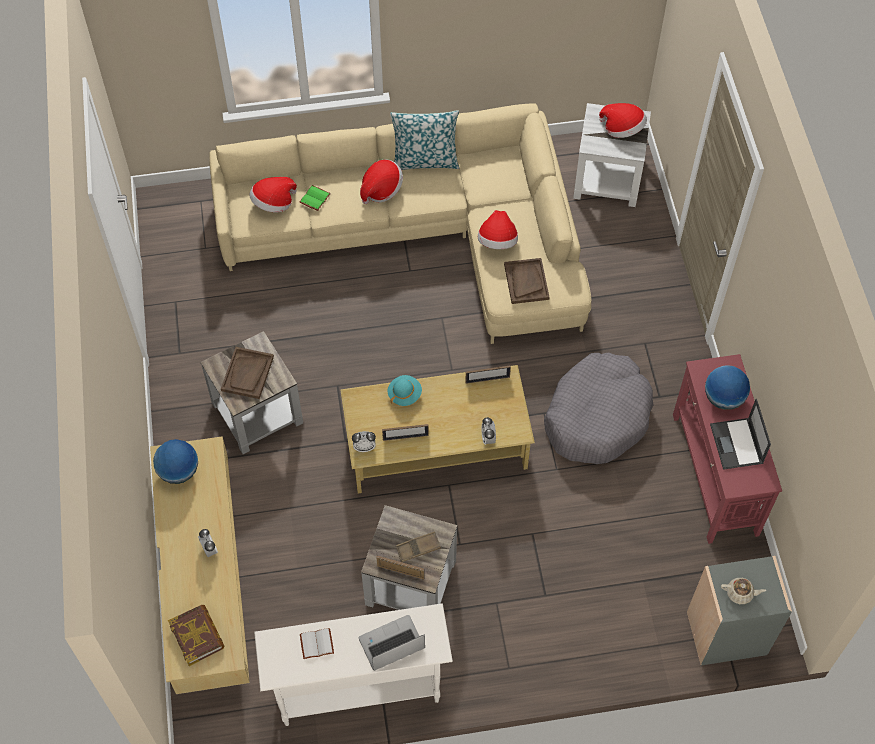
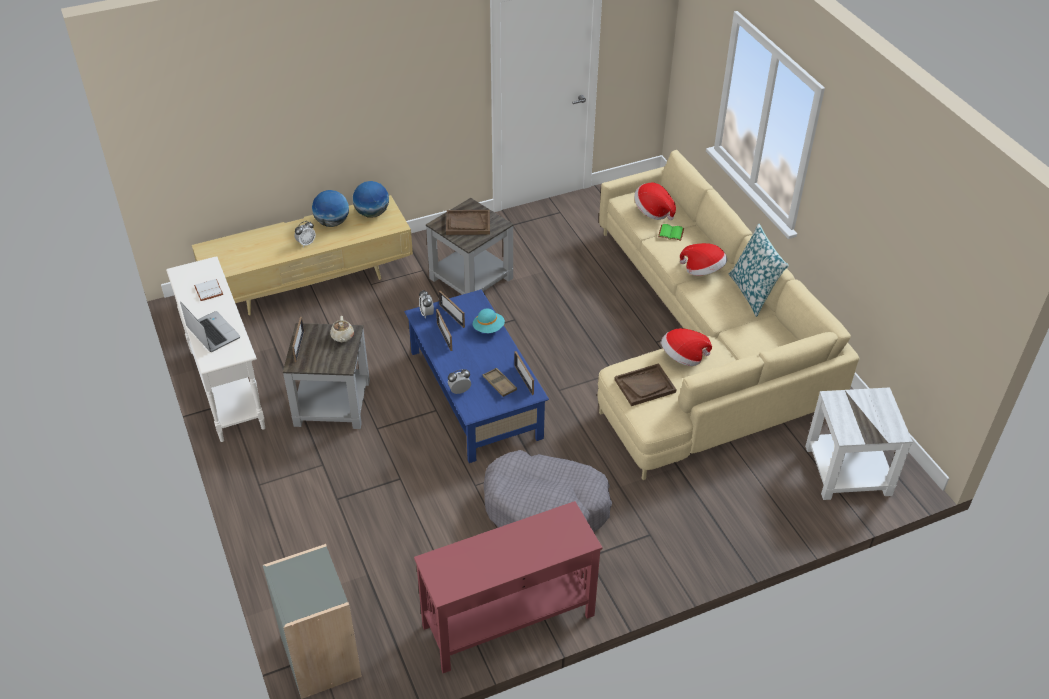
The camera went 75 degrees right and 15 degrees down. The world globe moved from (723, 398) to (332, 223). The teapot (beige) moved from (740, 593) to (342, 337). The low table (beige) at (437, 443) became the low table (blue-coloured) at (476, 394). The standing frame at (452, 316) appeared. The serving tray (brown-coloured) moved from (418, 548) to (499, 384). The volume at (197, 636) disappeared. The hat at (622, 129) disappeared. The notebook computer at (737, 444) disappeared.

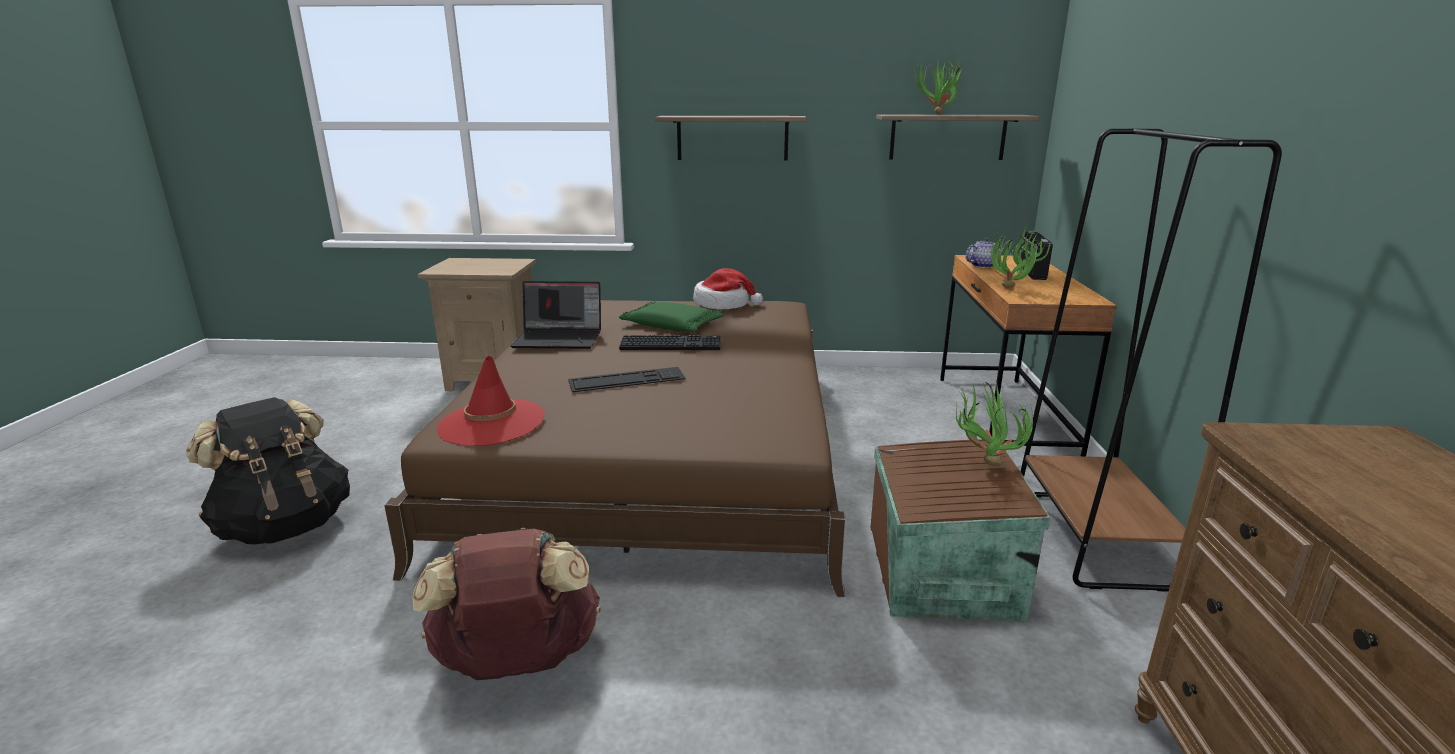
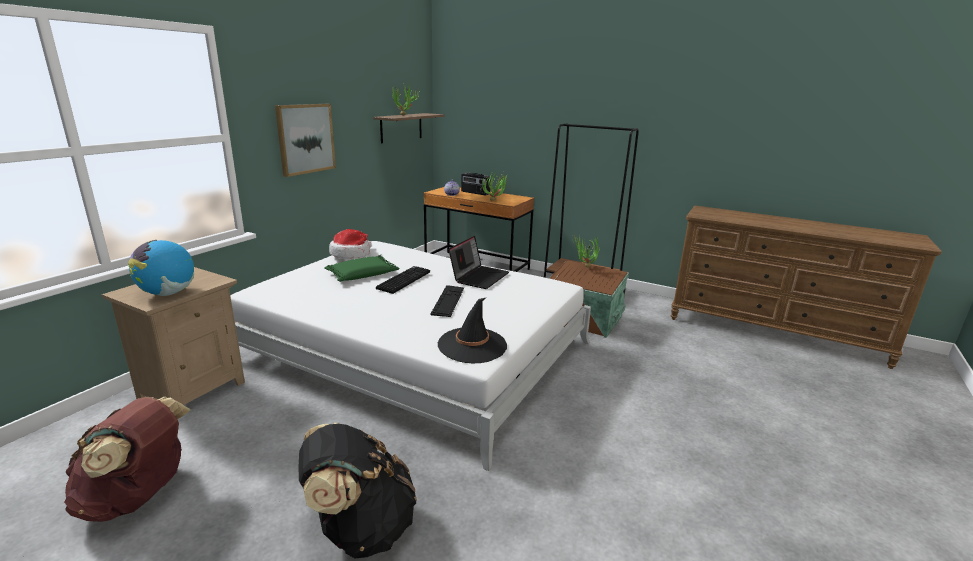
The camera went 65 degrees left and 0 degrees up. The backpack (brown-coloured) moved from (518, 662) to (138, 497). The world globe at (167, 293) appeared. The bedroom bed (brown-coloured) at (658, 450) became the bedroom bed (whitish) at (414, 351). The bracket shelf at (732, 138) was replaced by the picture at (305, 138). The hat (red) at (491, 423) became the hat (black-coloured) at (472, 345). The notebook computer moved from (560, 338) to (479, 277).

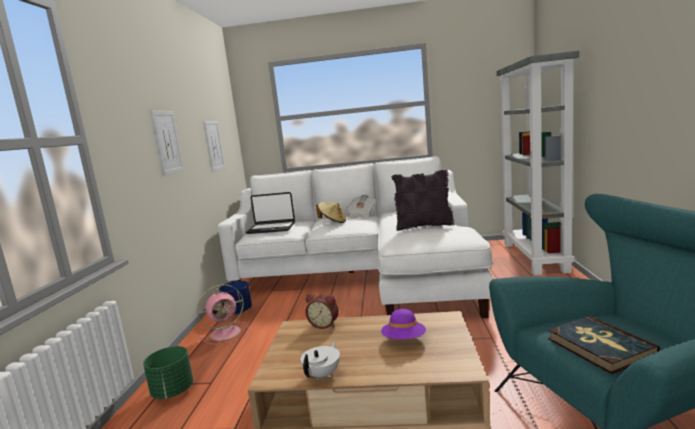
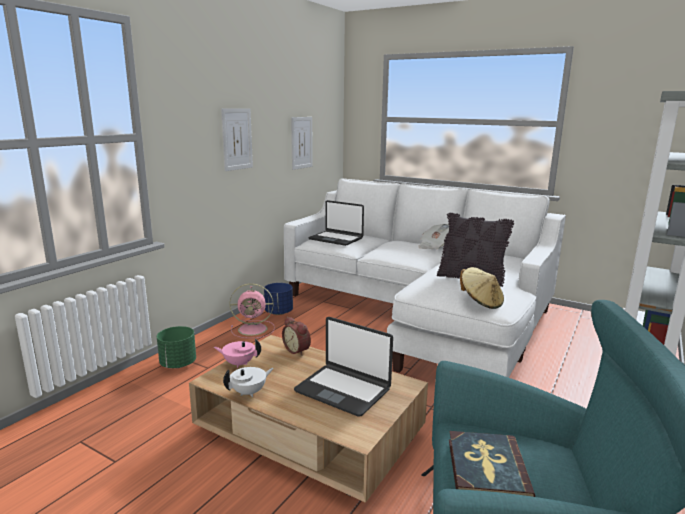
The camera went 25 degrees right and 5 degrees up. The teapot (pinkish) at (239, 363) appeared. The hat (purple) at (404, 340) was replaced by the notebook computer at (343, 390). The hat (beige) moved from (333, 222) to (481, 302).

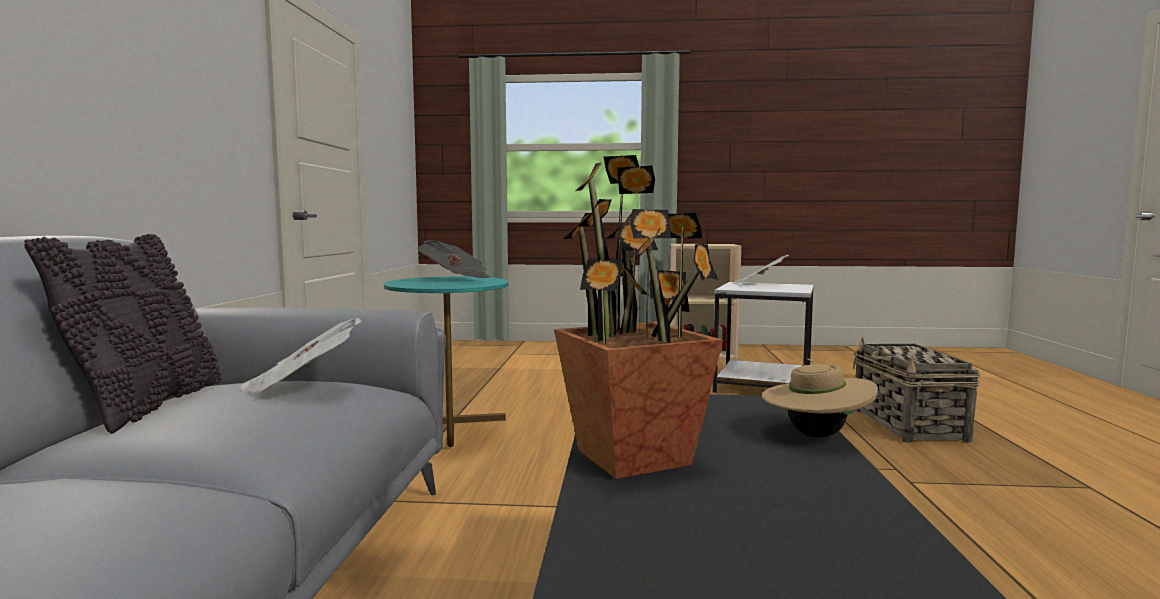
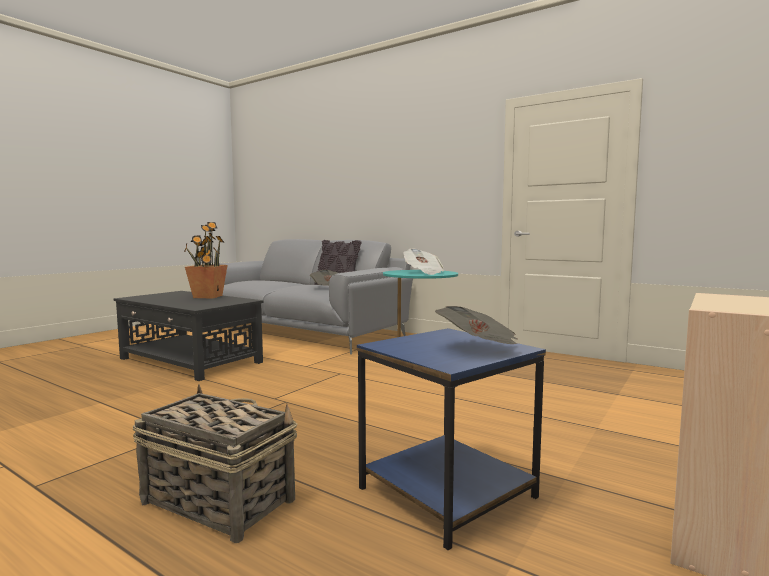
The camera went 120 degrees right and 0 degrees up. The end table (whitish) at (763, 386) became the end table (blue-coloured) at (447, 494). The hat (beige) at (815, 435) disappeared.

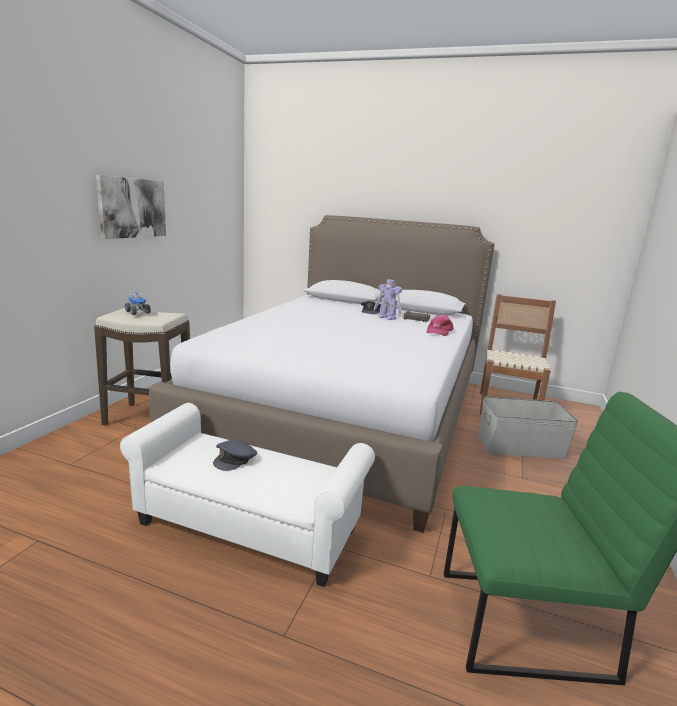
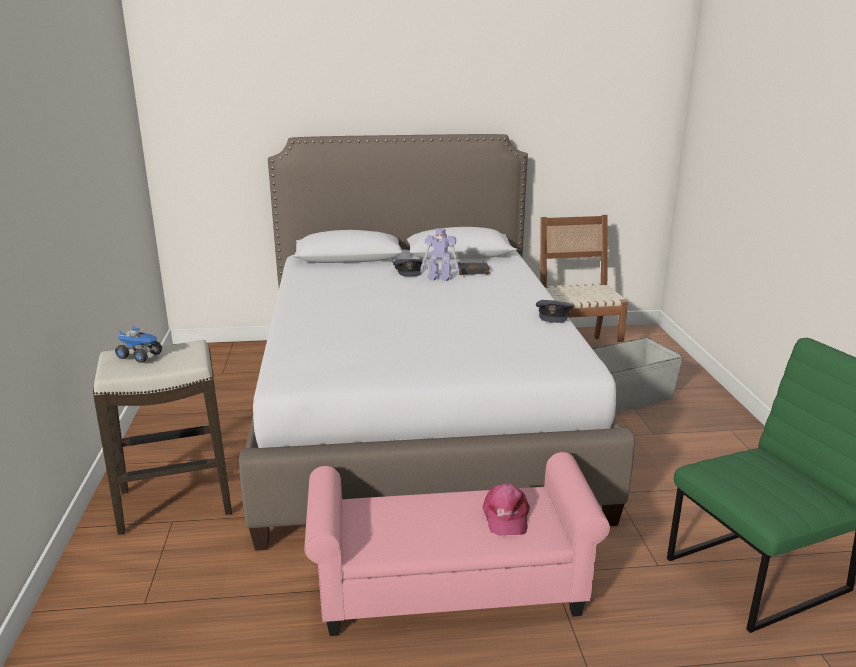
The camera went 25 degrees left and 5 degrees up. The footrest (whitish) at (248, 526) became the footrest (pinkish) at (450, 588). The baseball cap (pinkish) moved from (439, 331) to (505, 516). The baseball cap (grey) moved from (235, 459) to (553, 315). The picture at (132, 208) disappeared.

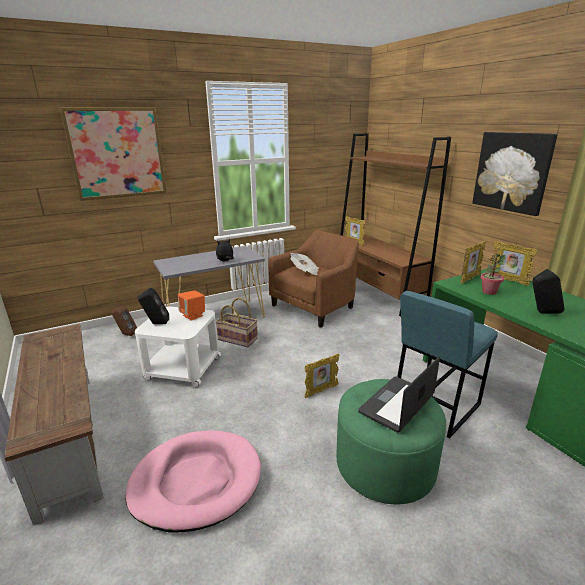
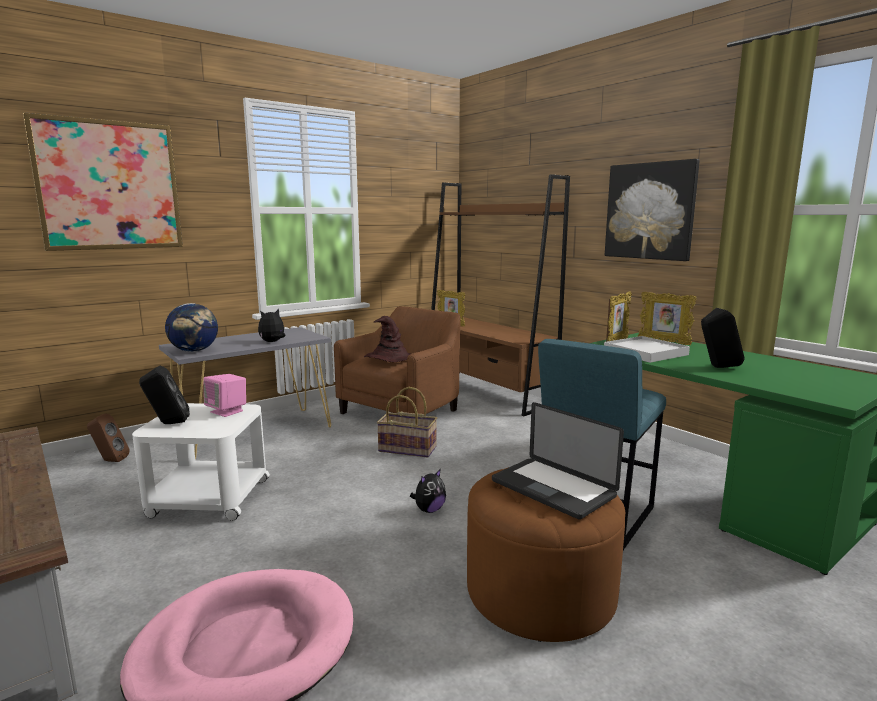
The camera went 10 degrees left and 10 degrees down. The world globe at (194, 351) appeared. The audio speaker (orange-coloured) at (193, 315) became the audio speaker (pinkish) at (227, 411). The printed paper at (305, 271) was replaced by the hat (brown-coloured) at (388, 358). The household basket moved from (238, 339) to (408, 449). The standing frame at (321, 391) was replaced by the cuddly toy at (429, 510). The footrest (green) at (385, 464) became the footrest (brown-coloured) at (540, 591). The notebook computer at (397, 404) turned 75 degrees counterclockwise. The houseplant at (489, 292) was replaced by the serving tray (whitish) at (645, 352).

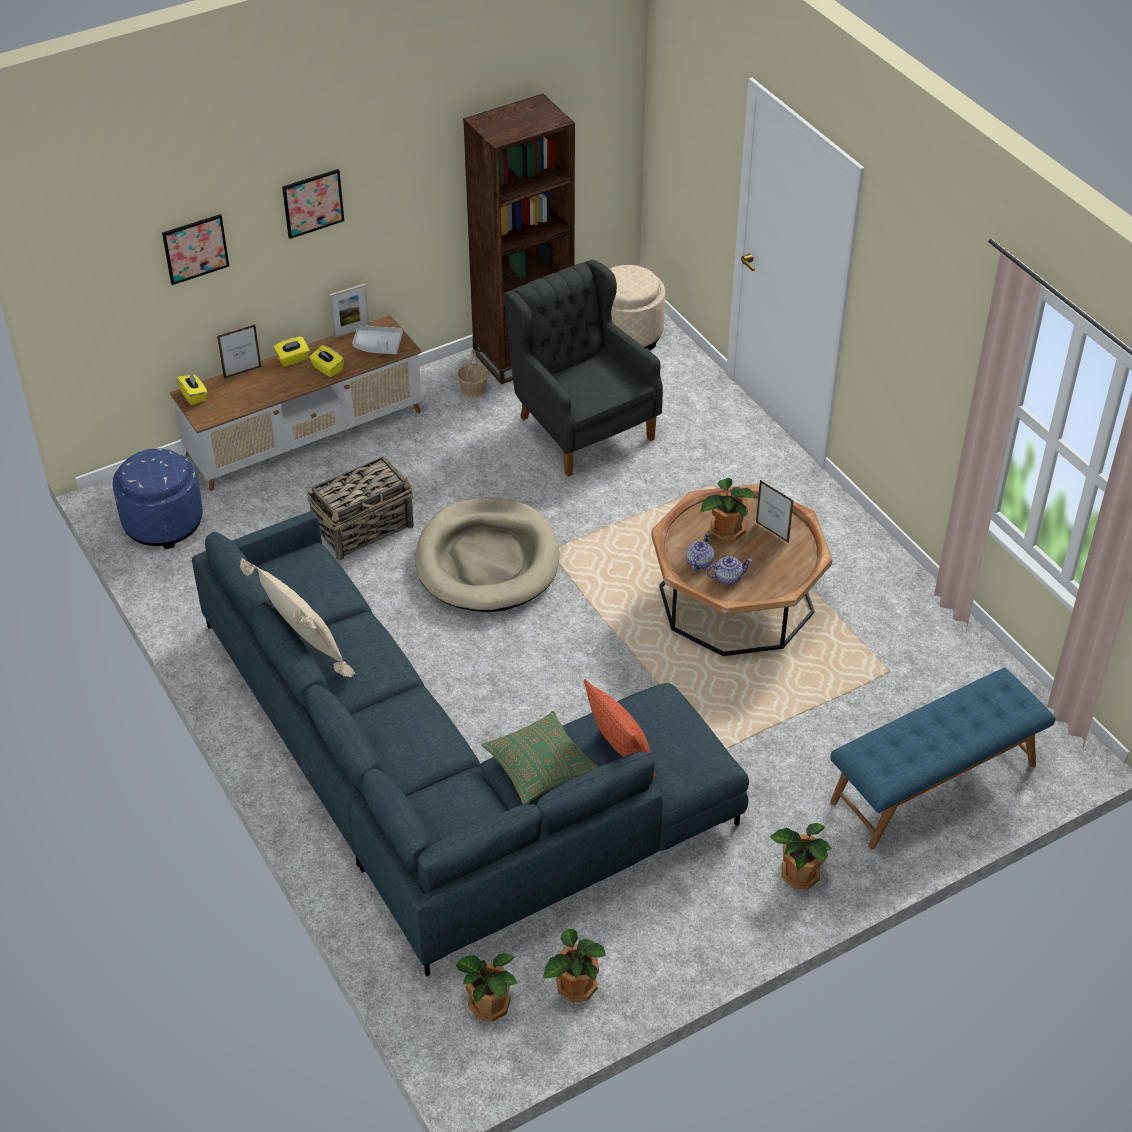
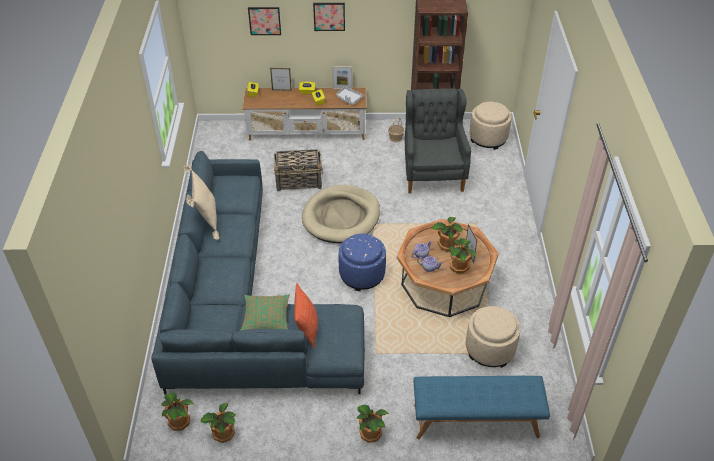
The camera went 30 degrees right and 0 degrees up. The footrest (blue-coloured) moved from (163, 523) to (362, 275). The houseplant at (460, 267) appeared. The footrest (beige) at (490, 349) appeared.

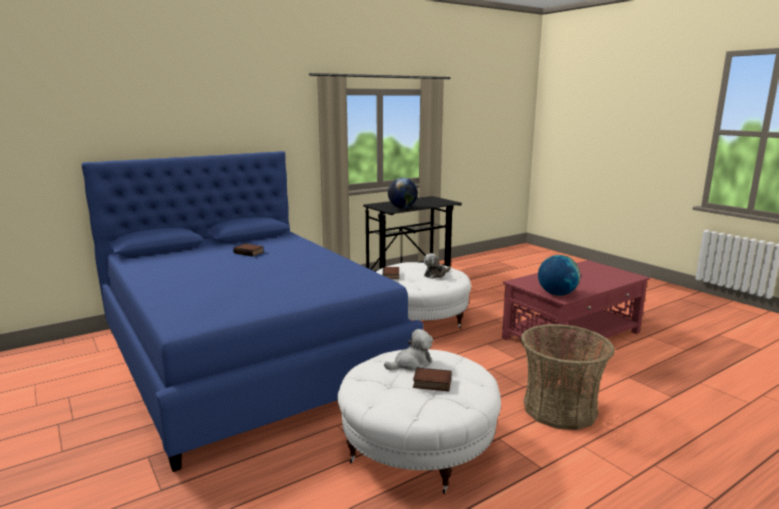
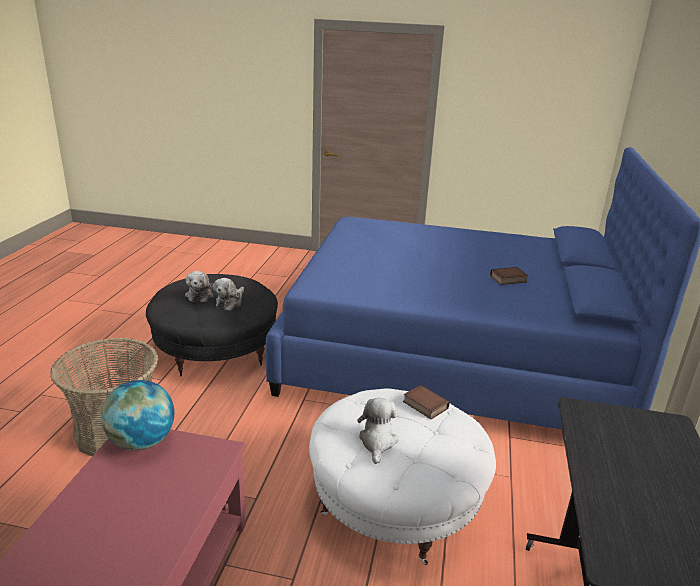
The camera went 135 degrees right and 10 degrees up. The footrest (whitish) at (417, 447) became the footrest (black-coloured) at (216, 350). The volume at (431, 383) was replaced by the cuddly toy at (199, 295). The world globe at (402, 208) disappeared.

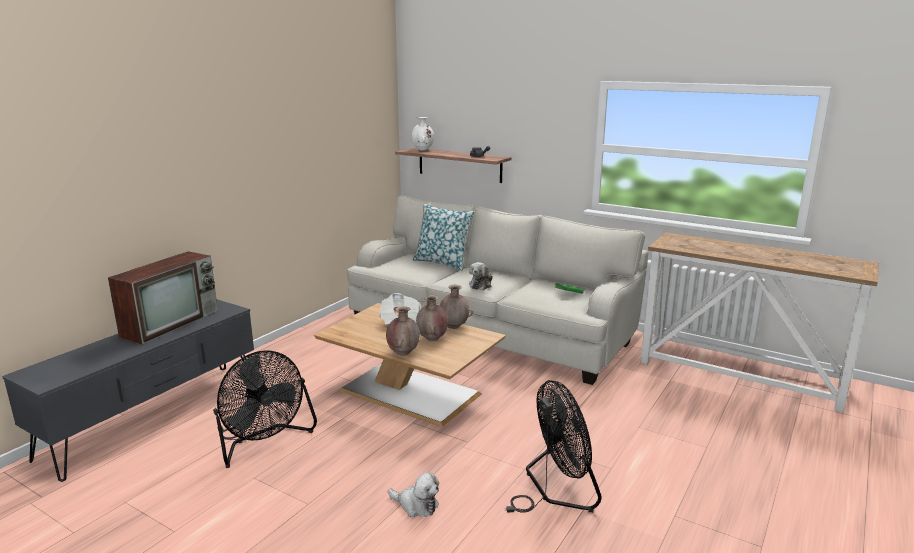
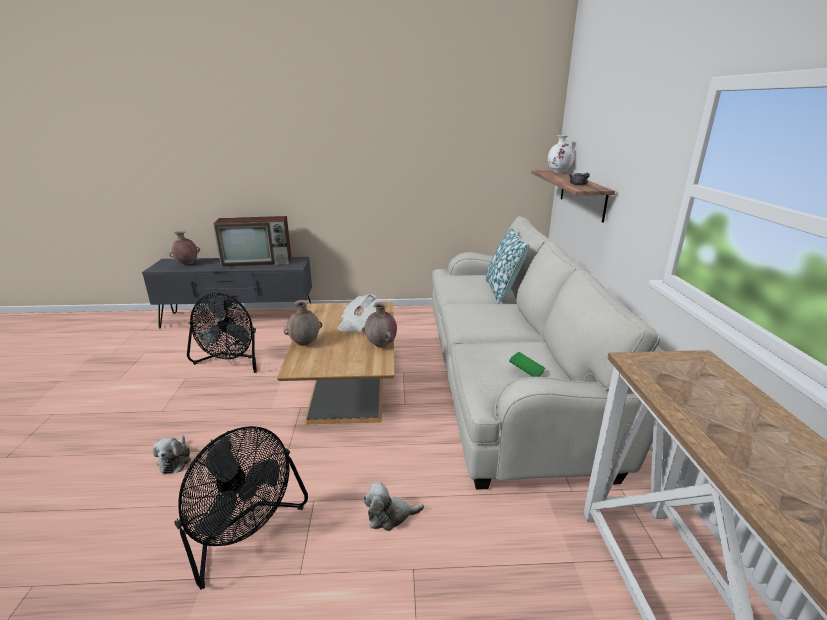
The camera went 55 degrees right and 5 degrees up. The vase (brown-coloured) moved from (432, 339) to (187, 264). The cuddly toy moved from (481, 285) to (390, 516).

